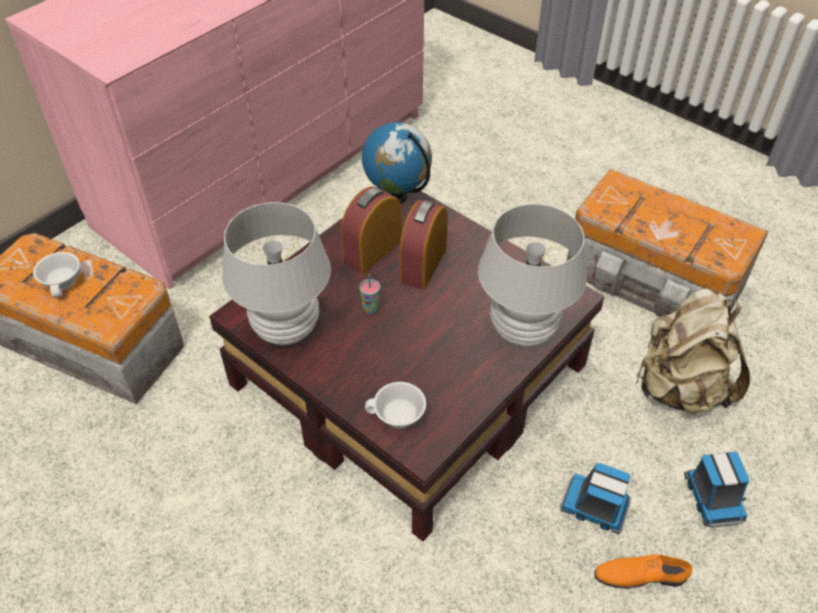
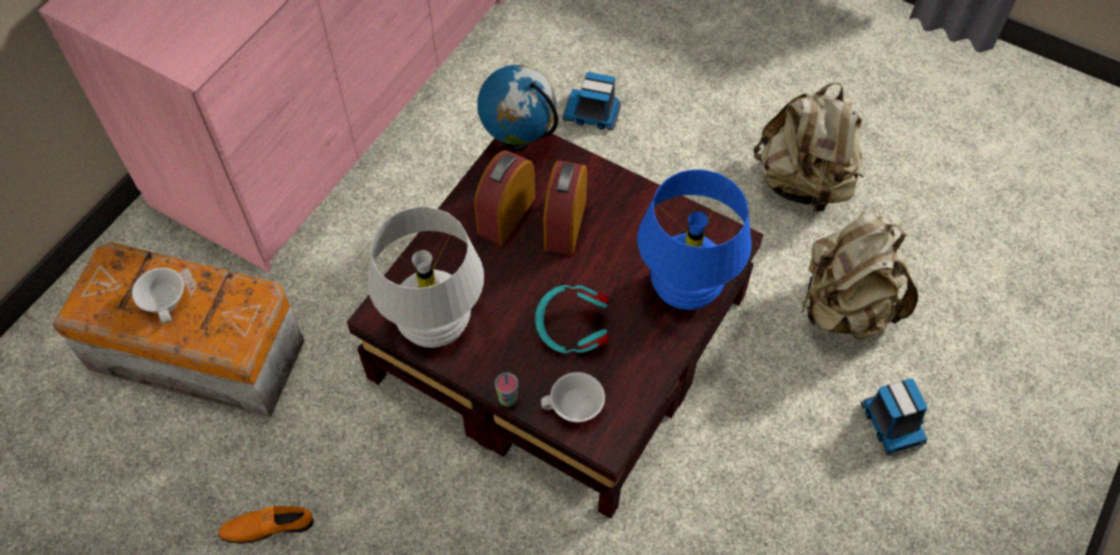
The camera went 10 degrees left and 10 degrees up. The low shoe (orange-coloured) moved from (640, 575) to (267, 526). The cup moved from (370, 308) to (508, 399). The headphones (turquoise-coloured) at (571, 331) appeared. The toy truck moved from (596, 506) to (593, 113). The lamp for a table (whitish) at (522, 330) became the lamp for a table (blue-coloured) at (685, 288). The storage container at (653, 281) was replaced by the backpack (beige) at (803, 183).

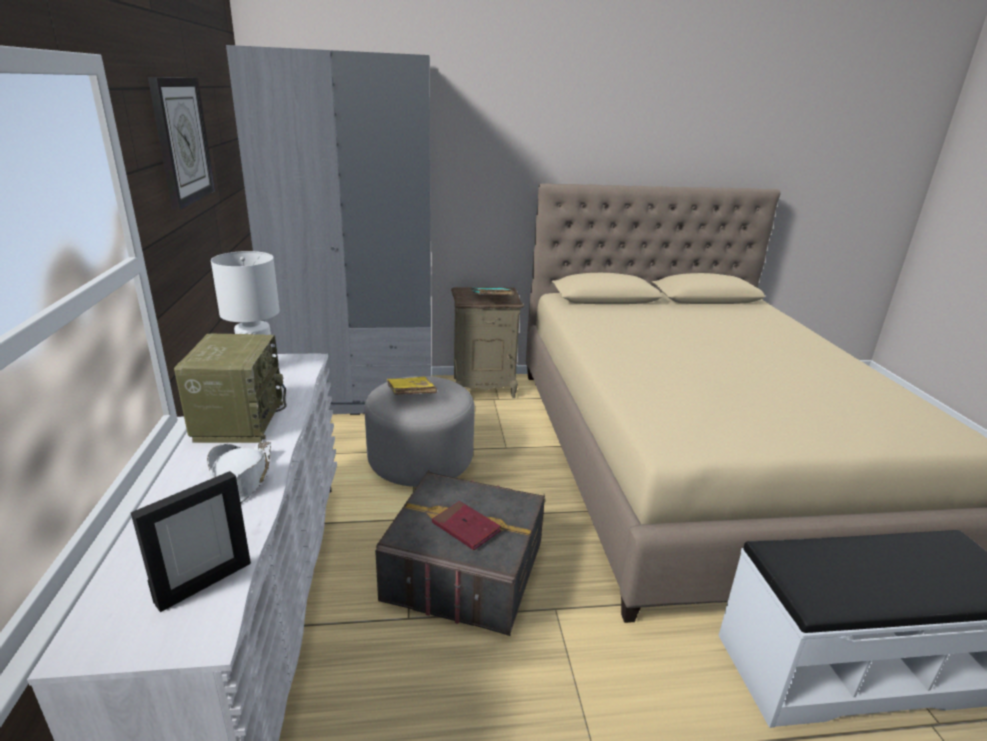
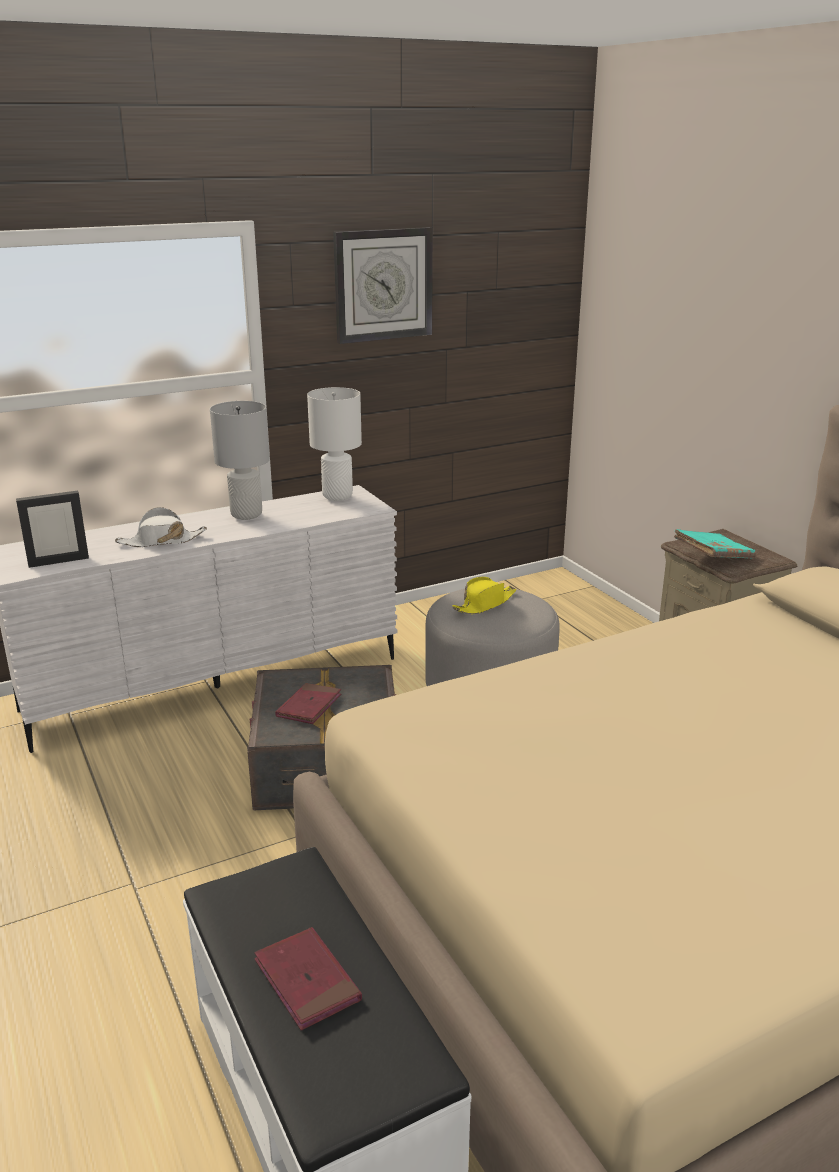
The camera went 70 degrees right and 0 degrees up. The standing frame at (204, 582) turned 45 degrees counterclockwise. The radio set at (238, 420) was replaced by the lamp for a table (grey) at (247, 516). The volume (red) at (307, 981) appeared. The volume (yellowish) at (411, 395) was replaced by the hat (yellowish) at (484, 604). The armoire (grey) at (358, 396) disappeared.

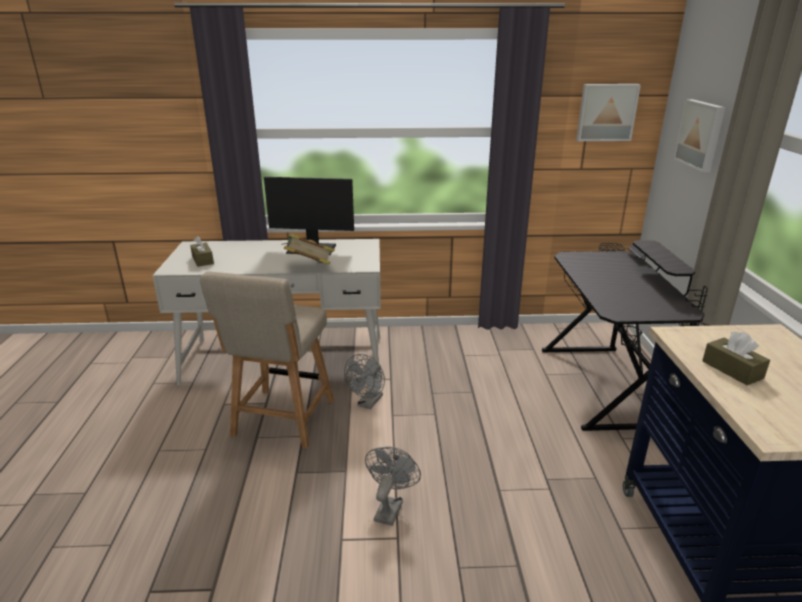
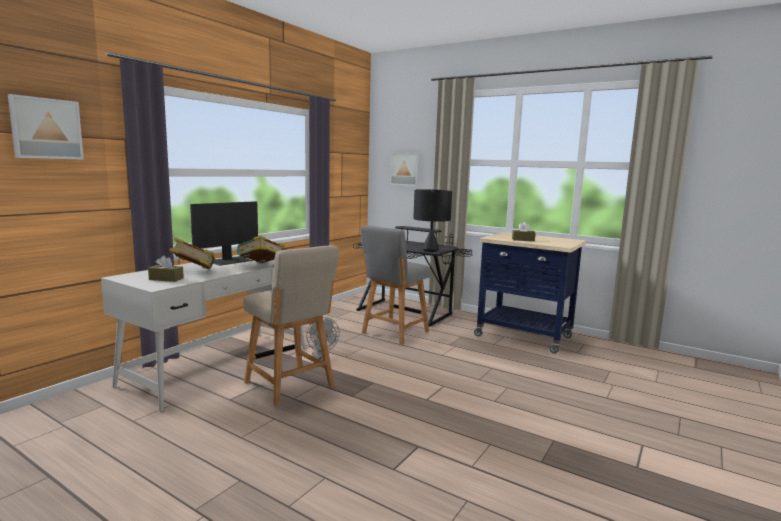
The camera went 55 degrees left and 15 degrees down. The picture moved from (606, 112) to (46, 128). The volume at (193, 271) appeared. The plain chair (grey) at (393, 333) appeared. The lamp for a table (black-coloured) at (430, 250) appeared. The fan (grey) at (390, 507) disappeared.

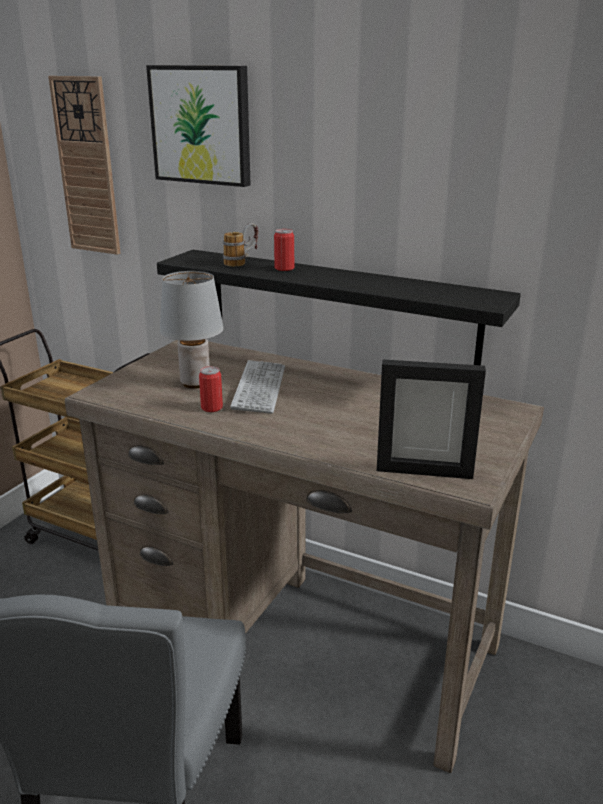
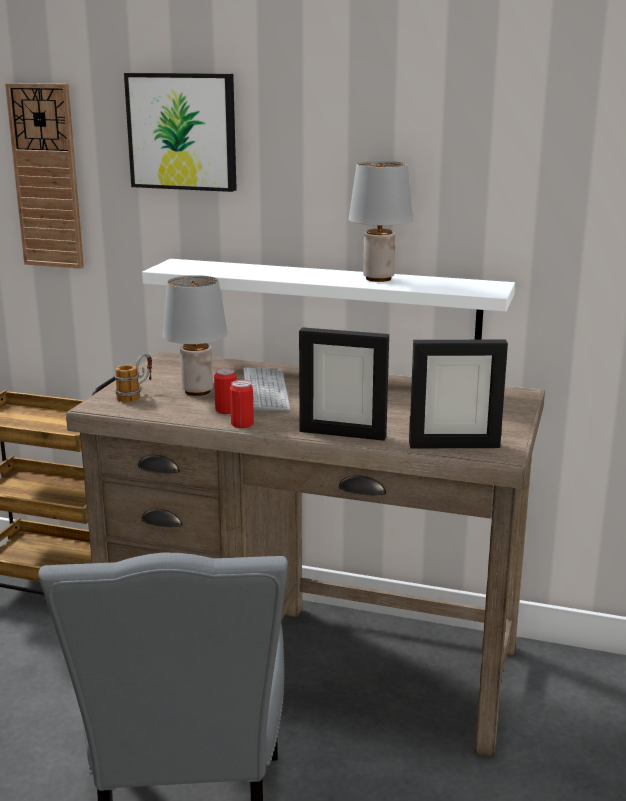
The camera went 10 degrees left and 5 degrees down. The coffee mug moved from (242, 262) to (136, 395). The bracket shelf (black-coloured) at (339, 305) became the bracket shelf (whitish) at (333, 306). The metal can moved from (284, 268) to (242, 424). The standing frame at (343, 433) appeared. The lamp for a table (grey) at (379, 278) appeared.

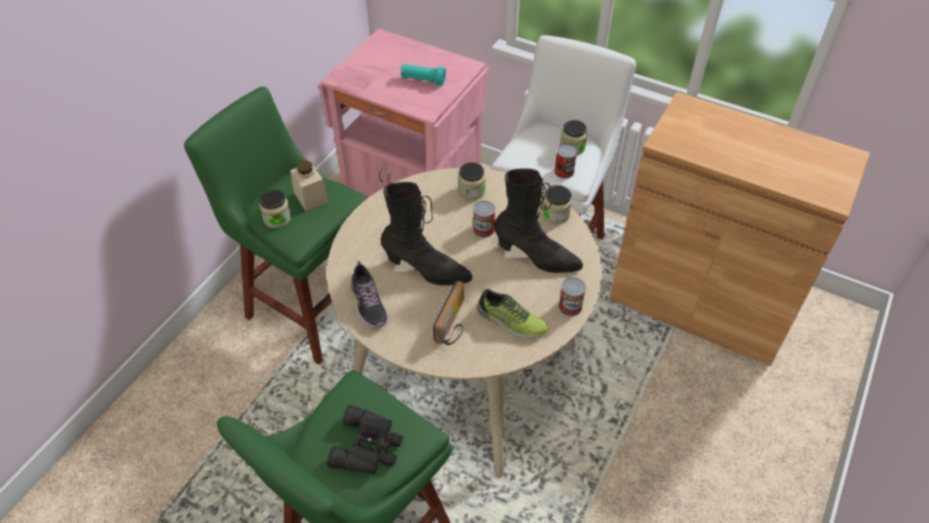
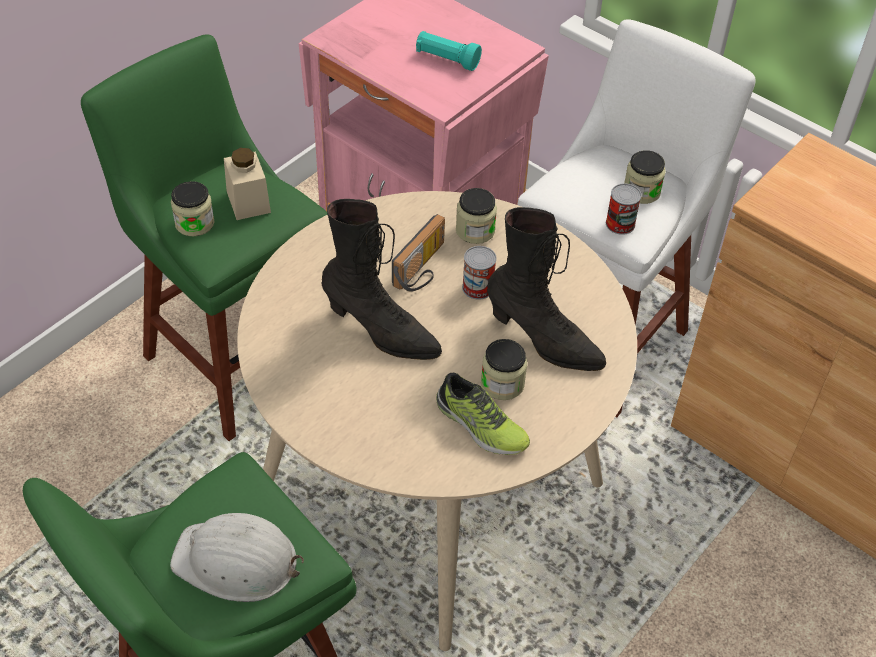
The camera went 10 degrees right and 0 degrees up. The binoculars (black-coloured) at (369, 446) was replaced by the safety helmet (whitish) at (237, 562). The radio set moved from (454, 323) to (423, 269). The storage jar moved from (555, 214) to (502, 383). The low shoe at (368, 304) disappeared. The metal can at (570, 307) disappeared.

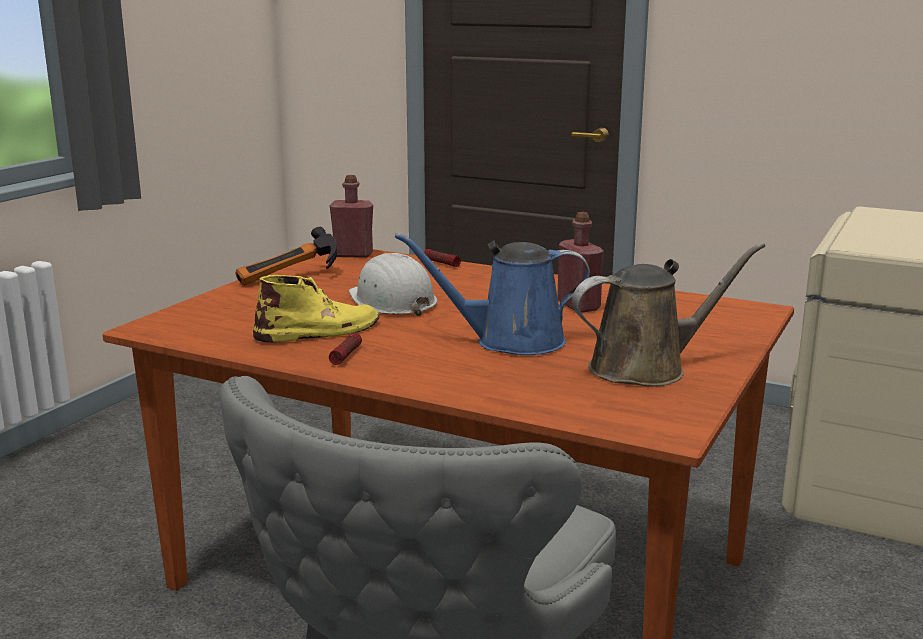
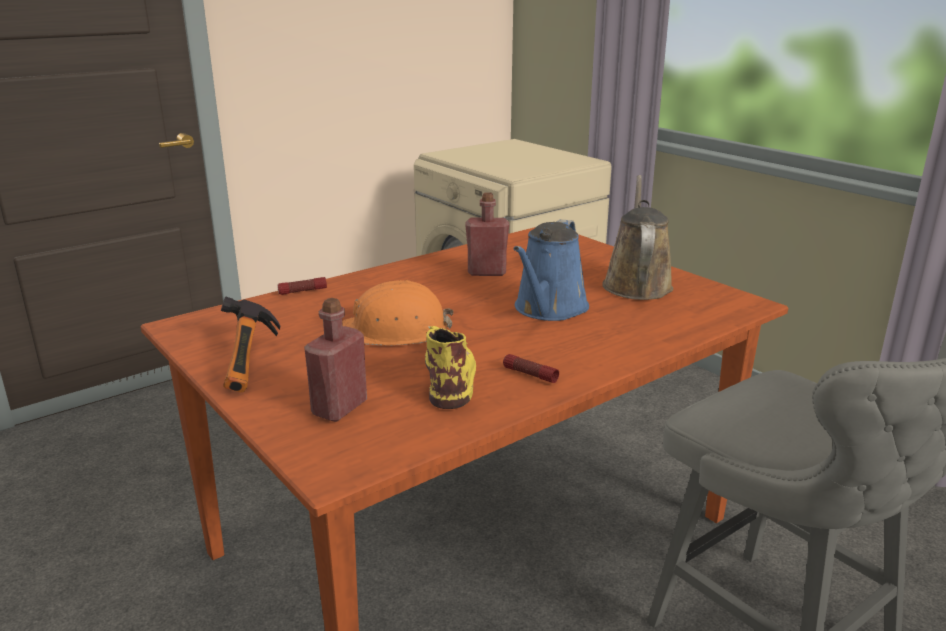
The camera went 65 degrees left and 5 degrees up. The drink bottle (red) moved from (353, 254) to (339, 408). The safety helmet (whitish) at (392, 301) became the safety helmet (orange-coloured) at (394, 331).

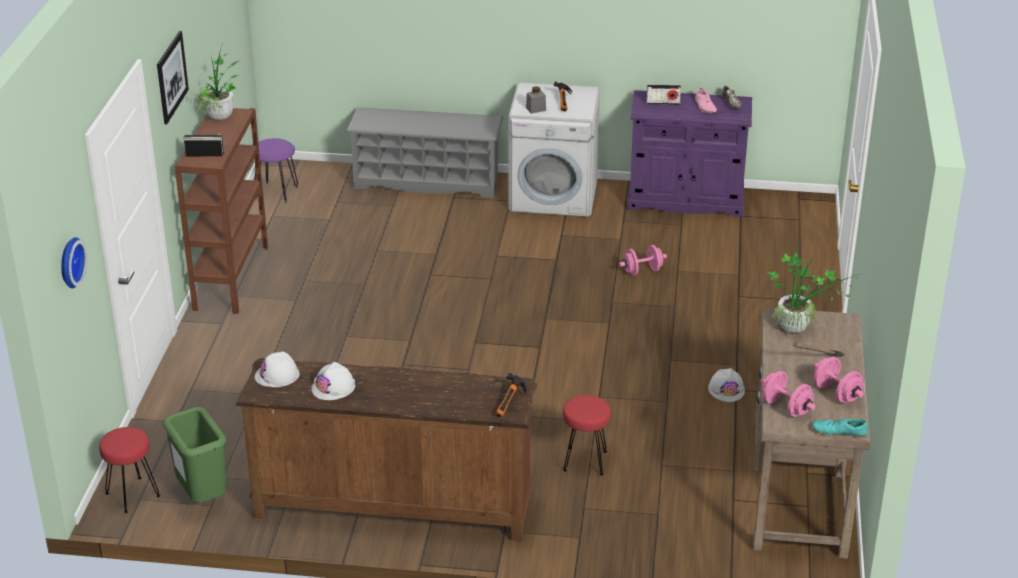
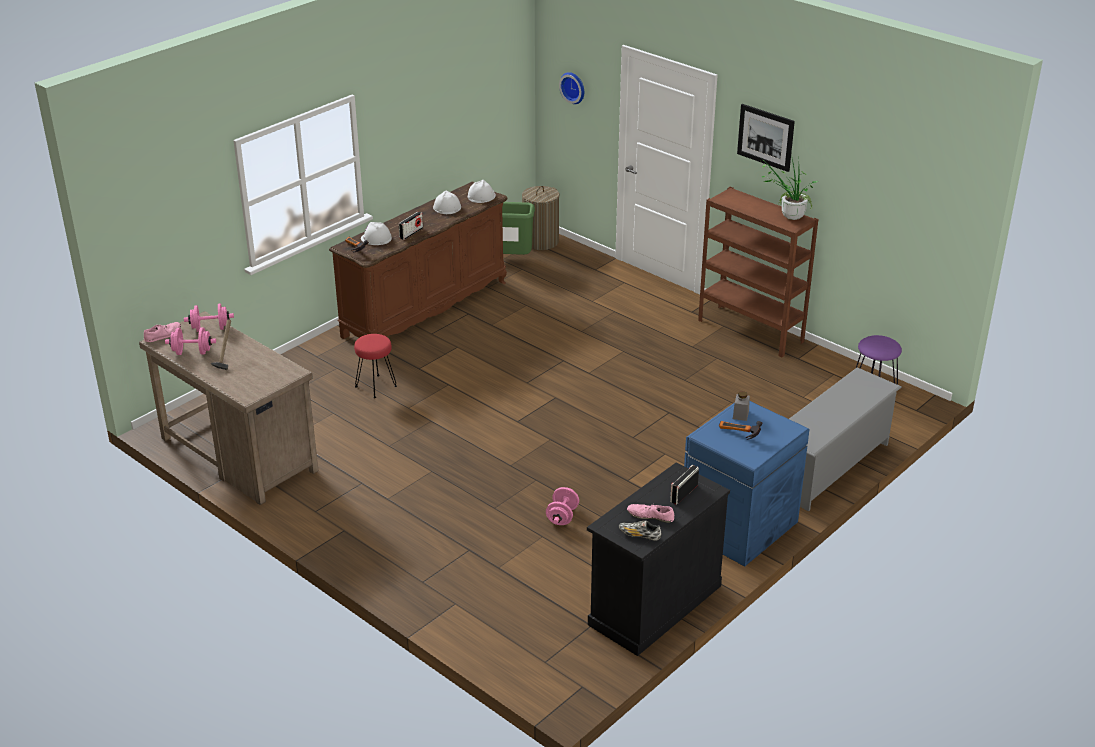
The camera went 125 degrees right and 0 degrees up. The low shoe (turquoise-coloured) at (839, 431) became the low shoe (pinkish) at (163, 335). The safety helmet (whitish) moved from (726, 389) to (376, 238). The radio set moved from (204, 155) to (411, 233). The stool (red) at (132, 495) was replaced by the laundry basket at (540, 241). The cabinet (purple) at (685, 200) became the cabinet (black-coloured) at (654, 605). The washing machine (whitish) at (553, 197) became the washing machine (blue-coloured) at (736, 525). The houseplant at (800, 328) disappeared.

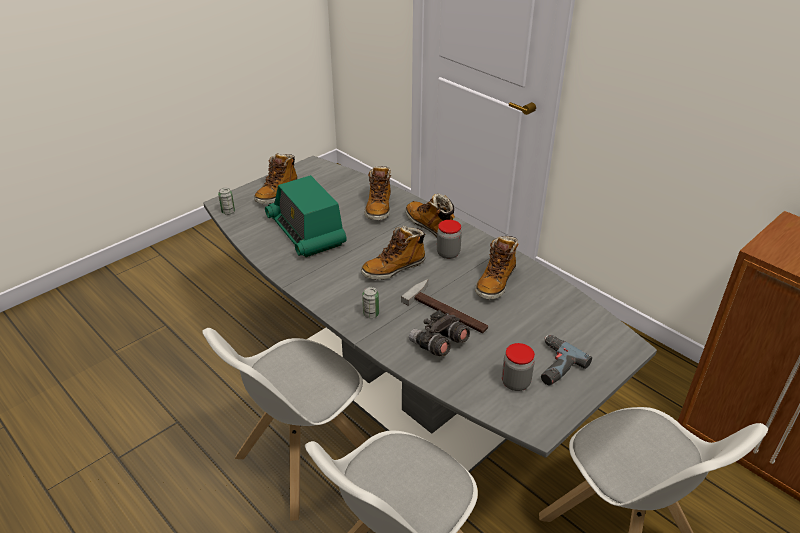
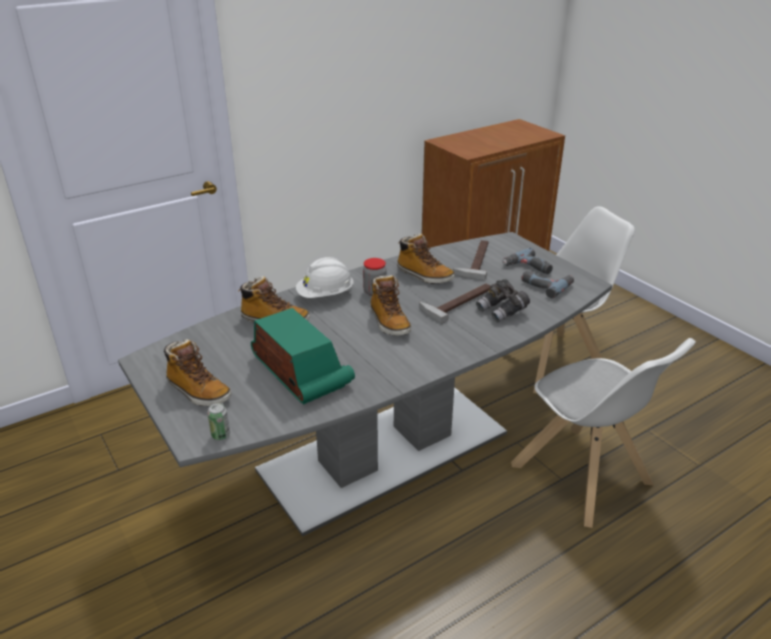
The camera went 80 degrees left and 5 degrees down. The radio set at (306, 232) turned 105 degrees counterclockwise. The high-top boot at (430, 226) was replaced by the safety helmet (whitish) at (325, 295). The hammer at (474, 260) appeared. The storage jar at (515, 383) was replaced by the electric drill at (546, 285). The plain chair at (303, 459) disappeared. The metal can at (371, 314) disappeared.

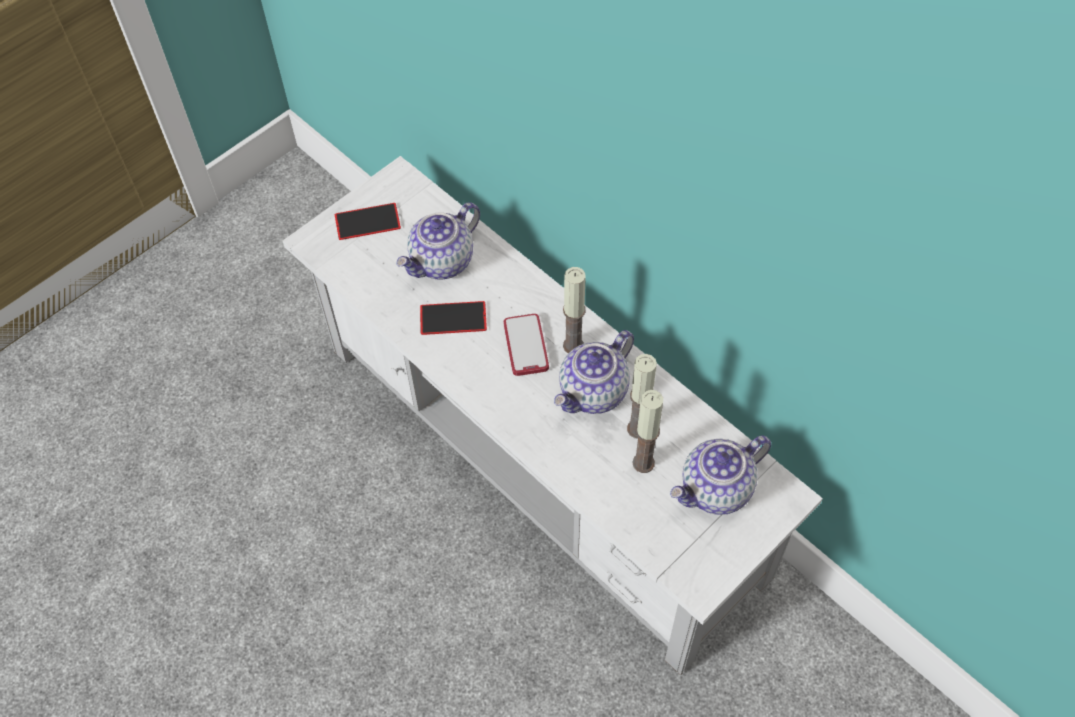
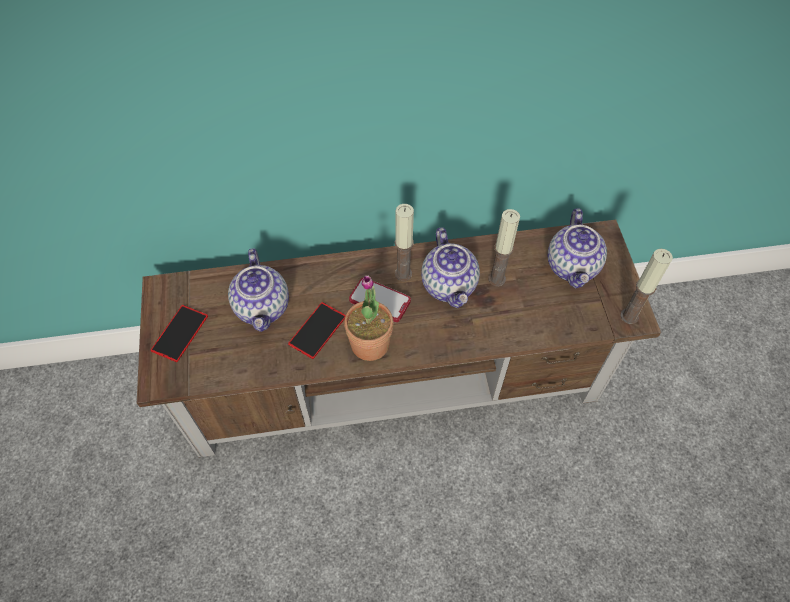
The camera went 55 degrees left and 0 degrees up. The tv stand (whitish) at (538, 462) became the tv stand (brown-coloured) at (396, 383). The houseplant at (370, 344) appeared. The candle moved from (643, 463) to (629, 316).

